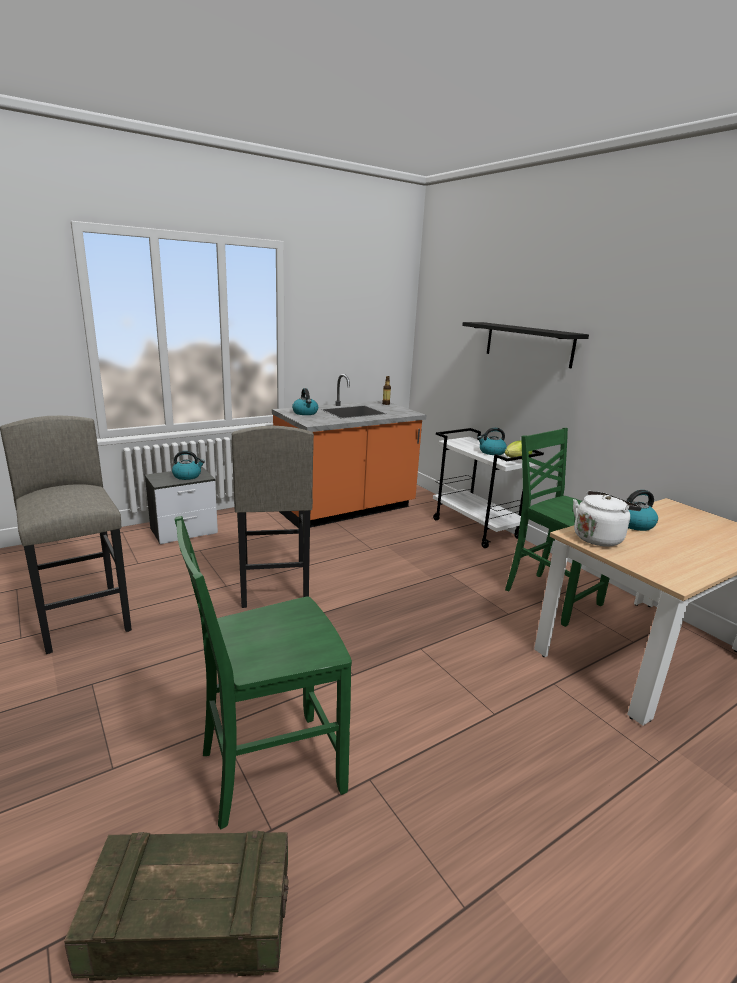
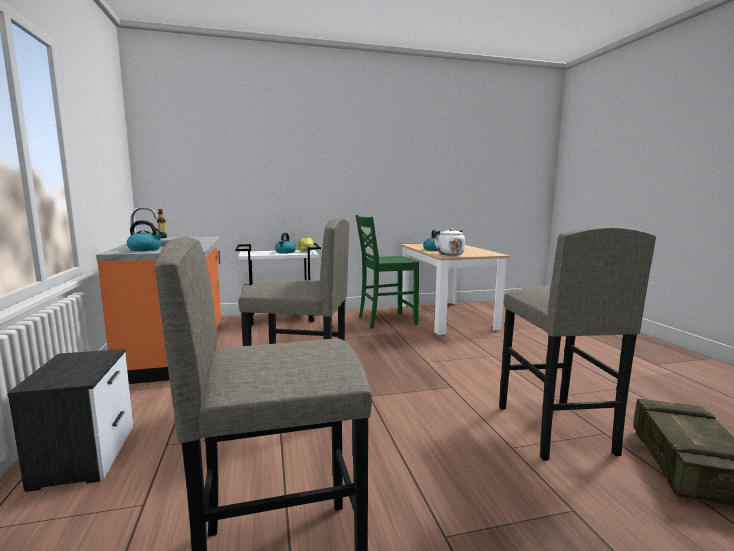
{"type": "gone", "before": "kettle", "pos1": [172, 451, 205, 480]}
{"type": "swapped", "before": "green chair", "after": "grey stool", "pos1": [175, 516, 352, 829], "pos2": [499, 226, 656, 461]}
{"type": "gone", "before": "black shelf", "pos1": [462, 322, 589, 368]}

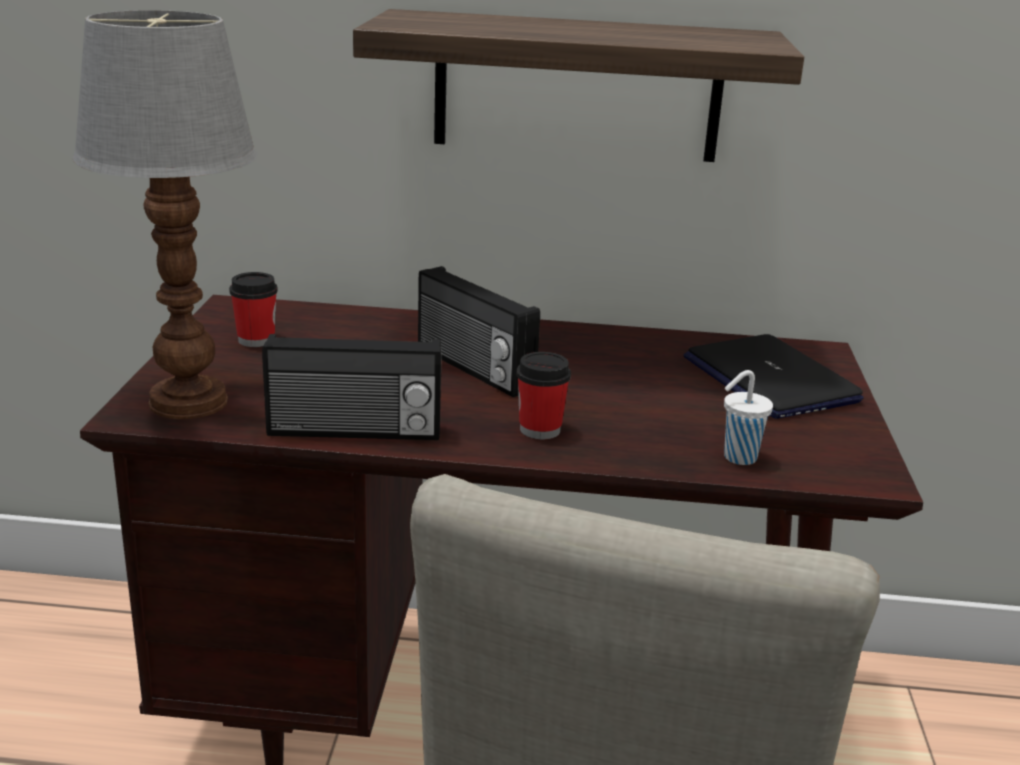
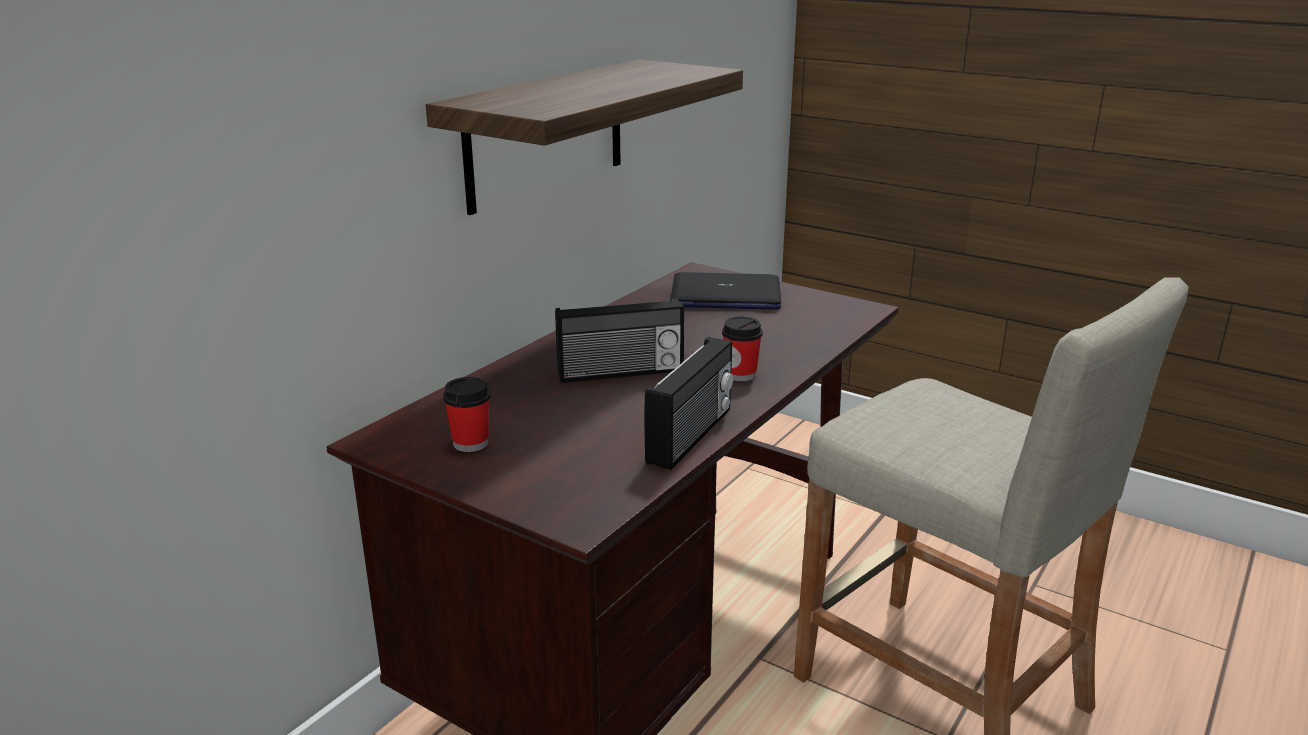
{"type": "gone", "before": "table lamp", "pos1": [73, 10, 257, 419]}
{"type": "gone", "before": "white cup", "pos1": [724, 370, 773, 465]}

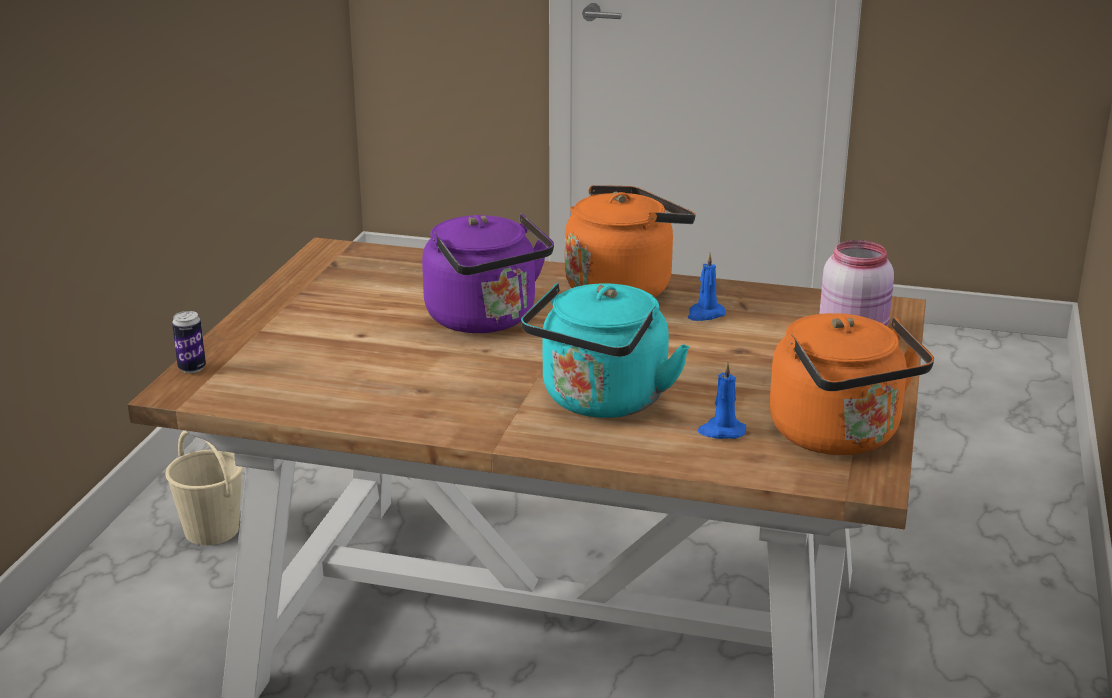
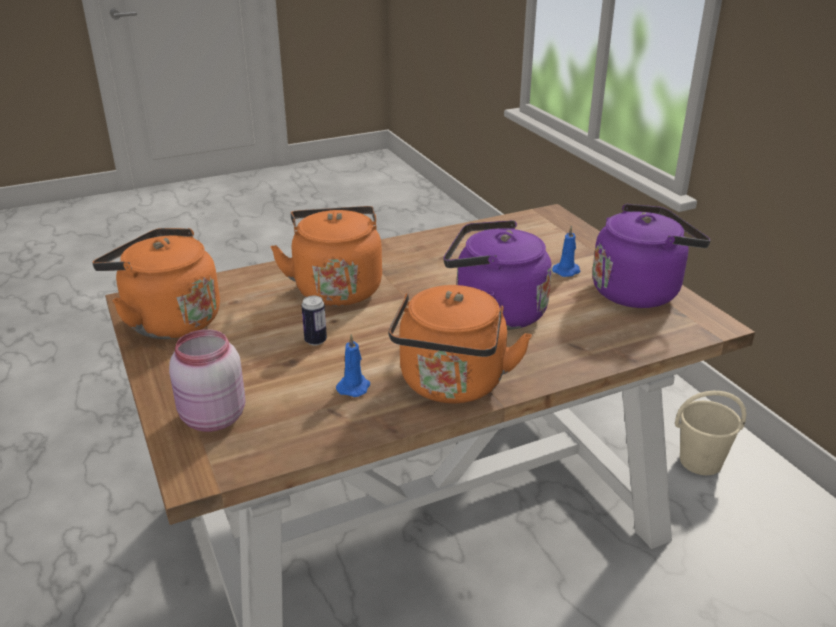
{"type": "shifted", "before": "can", "pos1": [172, 311, 206, 373], "pos2": [302, 296, 327, 345]}
{"type": "repainted", "before": "turquoise kettle", "after": "orange kettle", "pos1": [521, 283, 690, 418], "pos2": [270, 206, 382, 306]}
{"type": "shifted", "before": "blue candle", "pos1": [697, 361, 746, 439], "pos2": [552, 225, 581, 277]}
{"type": "new", "after": "purple kettle", "pos2": [592, 204, 711, 308]}

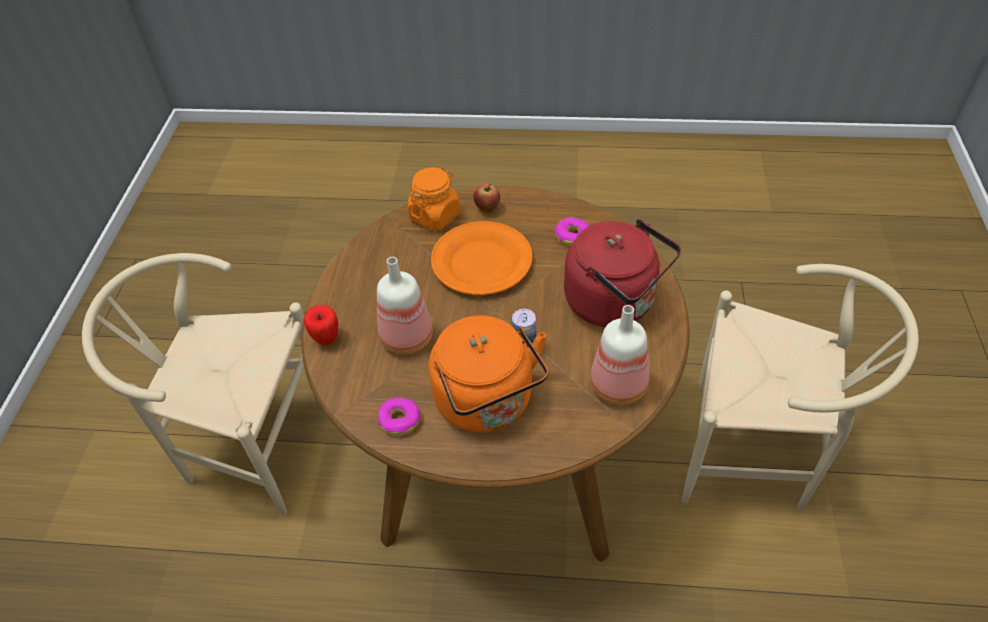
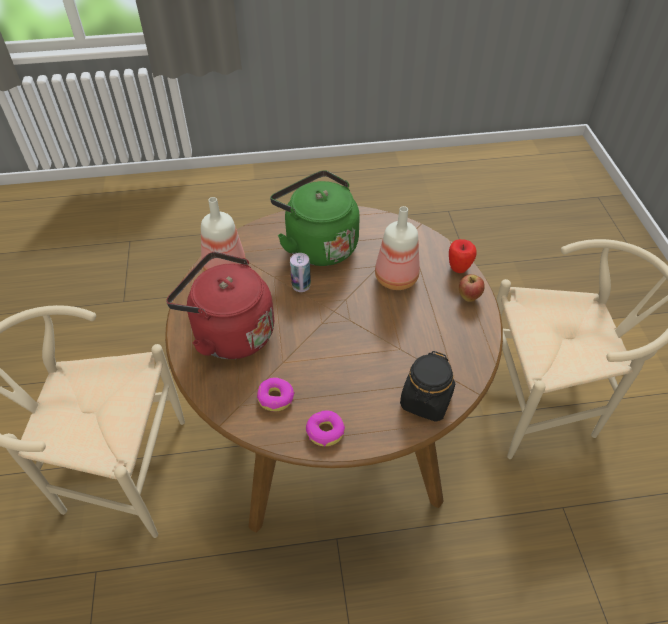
{"type": "shifted", "before": "donut", "pos1": [378, 397, 420, 436], "pos2": [306, 410, 345, 447]}
{"type": "repainted", "before": "orange jar", "after": "black jar", "pos1": [408, 167, 460, 231], "pos2": [400, 351, 455, 422]}
{"type": "repainted", "before": "orange kettle", "after": "green kettle", "pos1": [428, 315, 549, 433], "pos2": [270, 170, 360, 266]}
{"type": "gone", "before": "orange plate", "pos1": [431, 221, 532, 295]}
{"type": "shifted", "before": "apple", "pos1": [473, 184, 500, 213], "pos2": [459, 274, 485, 302]}

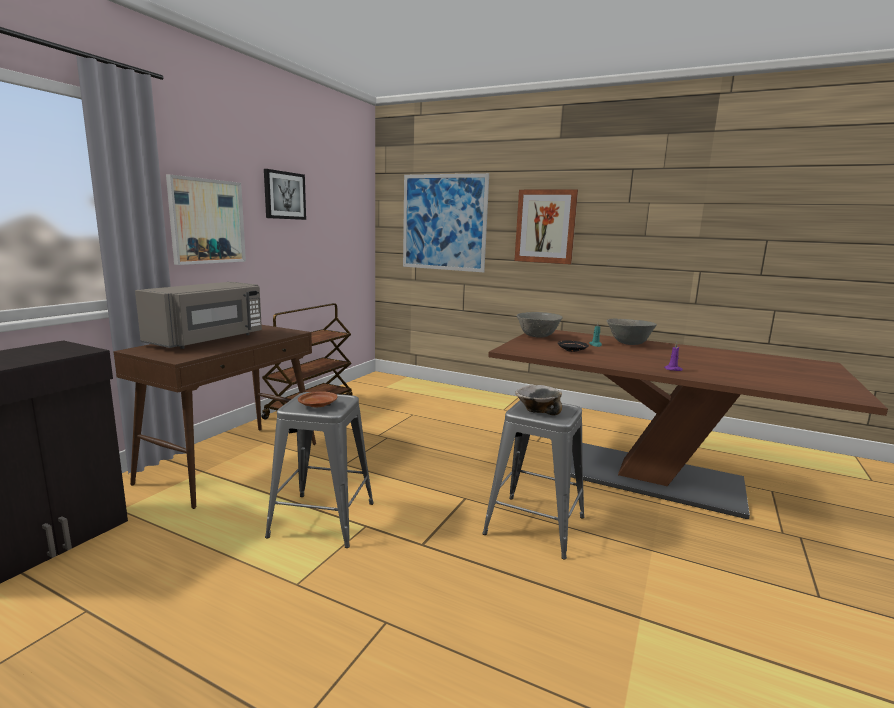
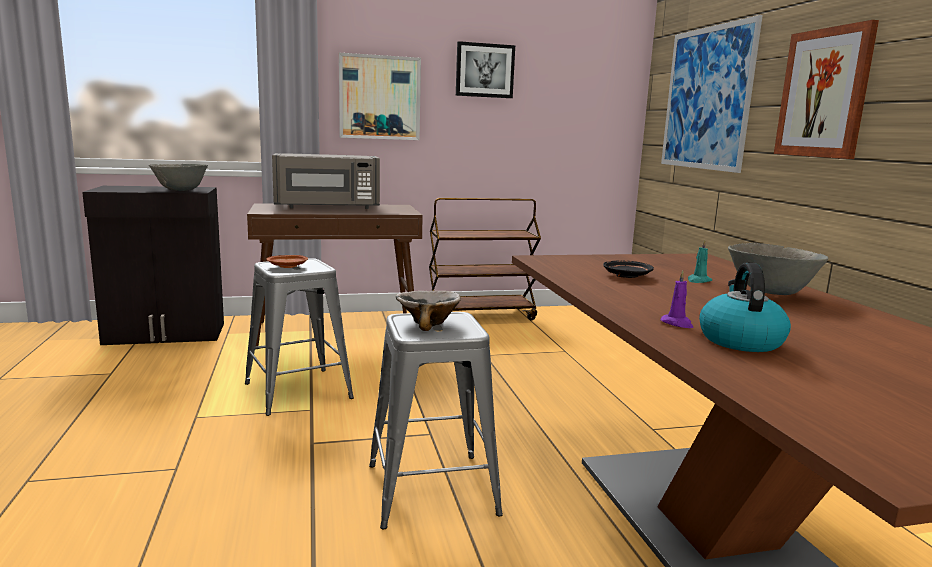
{"type": "shifted", "before": "grey bowl", "pos1": [516, 312, 562, 338], "pos2": [149, 164, 208, 191]}
{"type": "new", "after": "kettle", "pos2": [699, 262, 791, 352]}

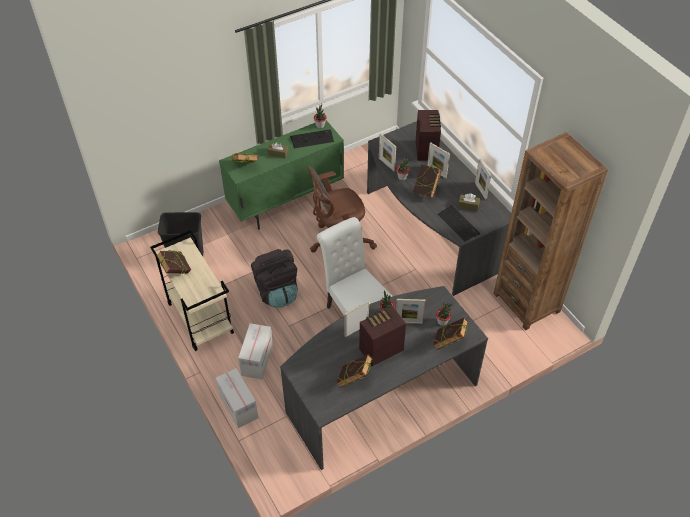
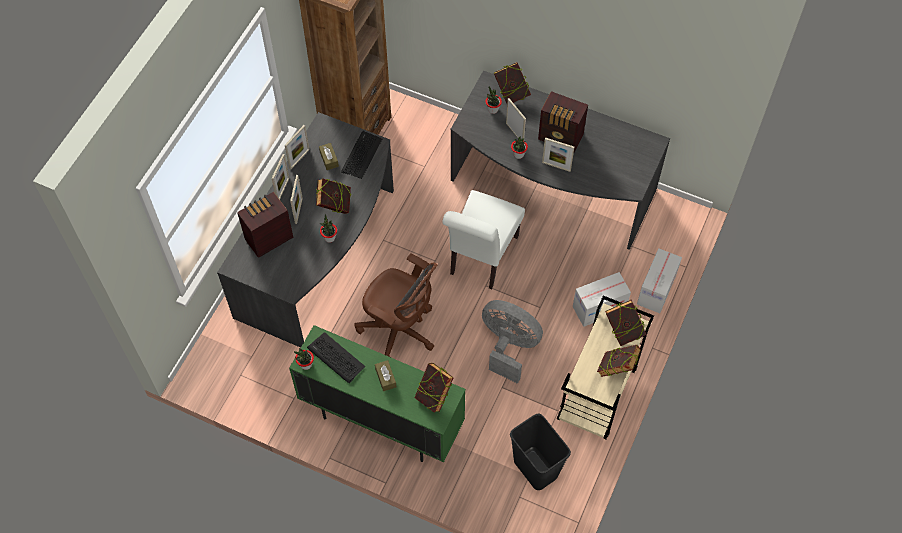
{"type": "swapped", "before": "black backpack", "after": "grey fan", "pos1": [251, 249, 298, 307], "pos2": [482, 300, 543, 384]}
{"type": "shifted", "before": "book", "pos1": [336, 354, 372, 388], "pos2": [605, 300, 647, 346]}
{"type": "shifted", "before": "picture frame", "pos1": [379, 134, 396, 171], "pos2": [271, 154, 289, 200]}

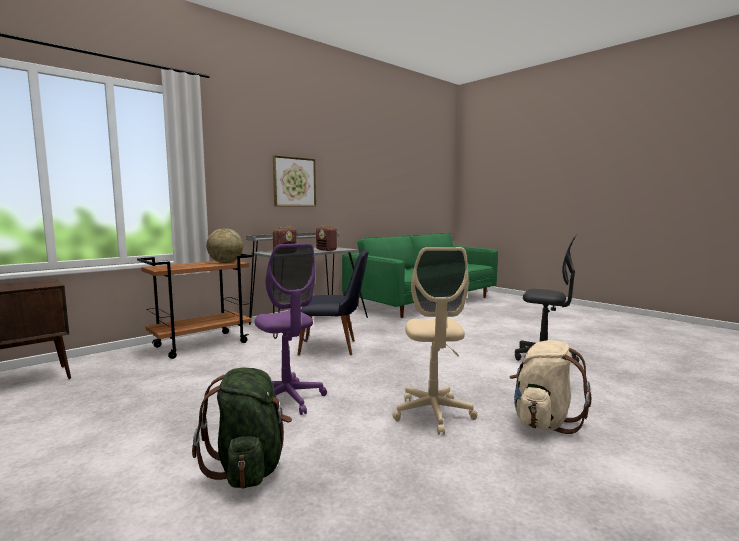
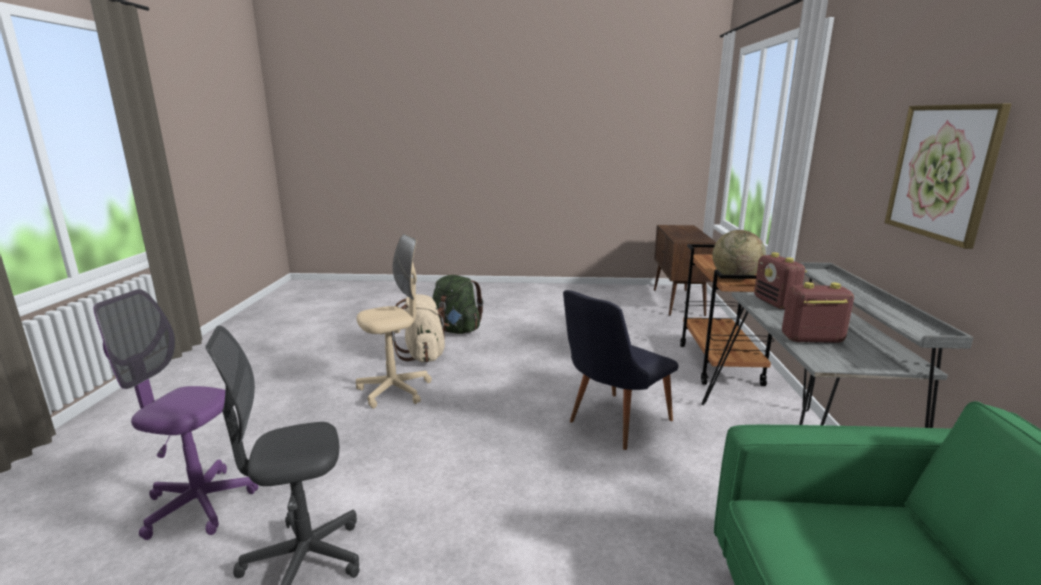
{"type": "shifted", "before": "purple office chair", "pos1": [255, 243, 327, 415], "pos2": [93, 289, 258, 540]}
{"type": "rotated", "before": "beige office chair", "pos1": [393, 247, 477, 435], "pos2": [356, 234, 432, 409], "turn": 105}
{"type": "shifted", "before": "beige backpack", "pos1": [510, 340, 591, 434], "pos2": [391, 294, 450, 362]}

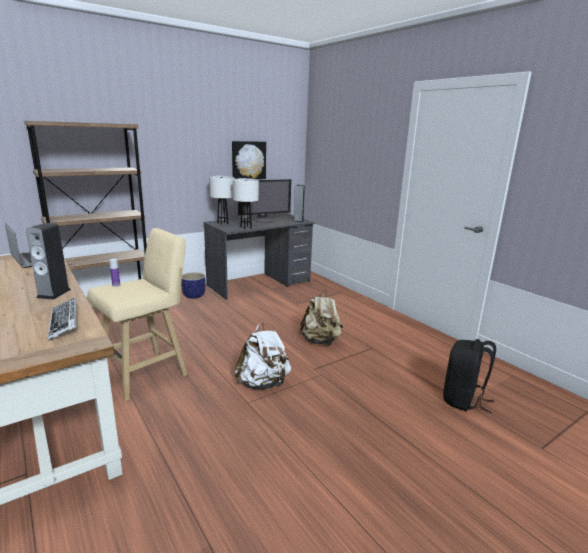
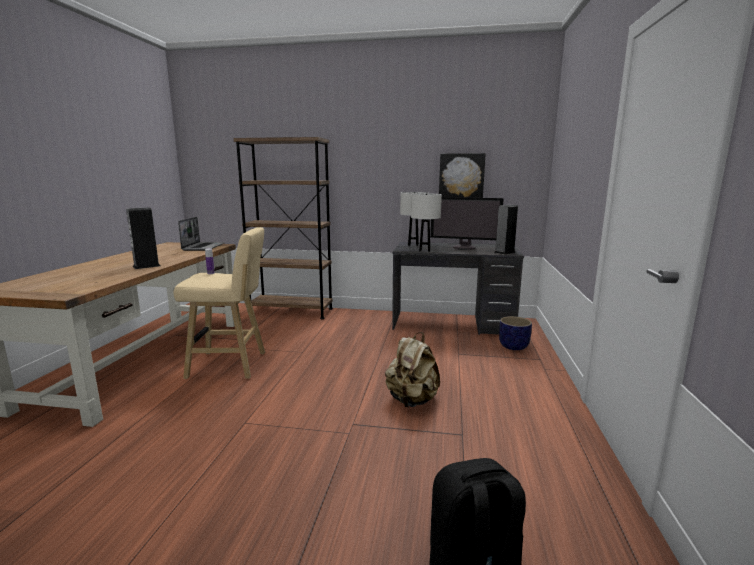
{"type": "gone", "before": "keyboard", "pos1": [48, 298, 78, 341]}
{"type": "shifted", "before": "planter", "pos1": [181, 272, 206, 299], "pos2": [499, 316, 532, 350]}
{"type": "gone", "before": "white backpack", "pos1": [234, 323, 291, 389]}

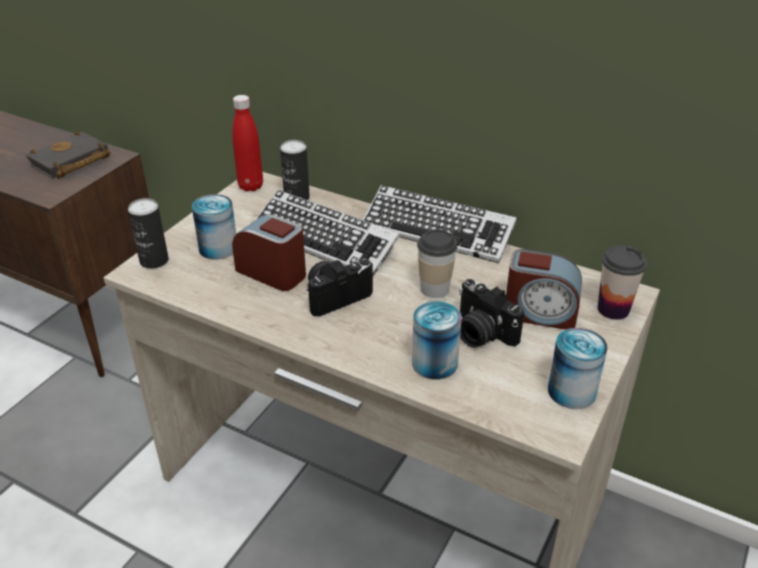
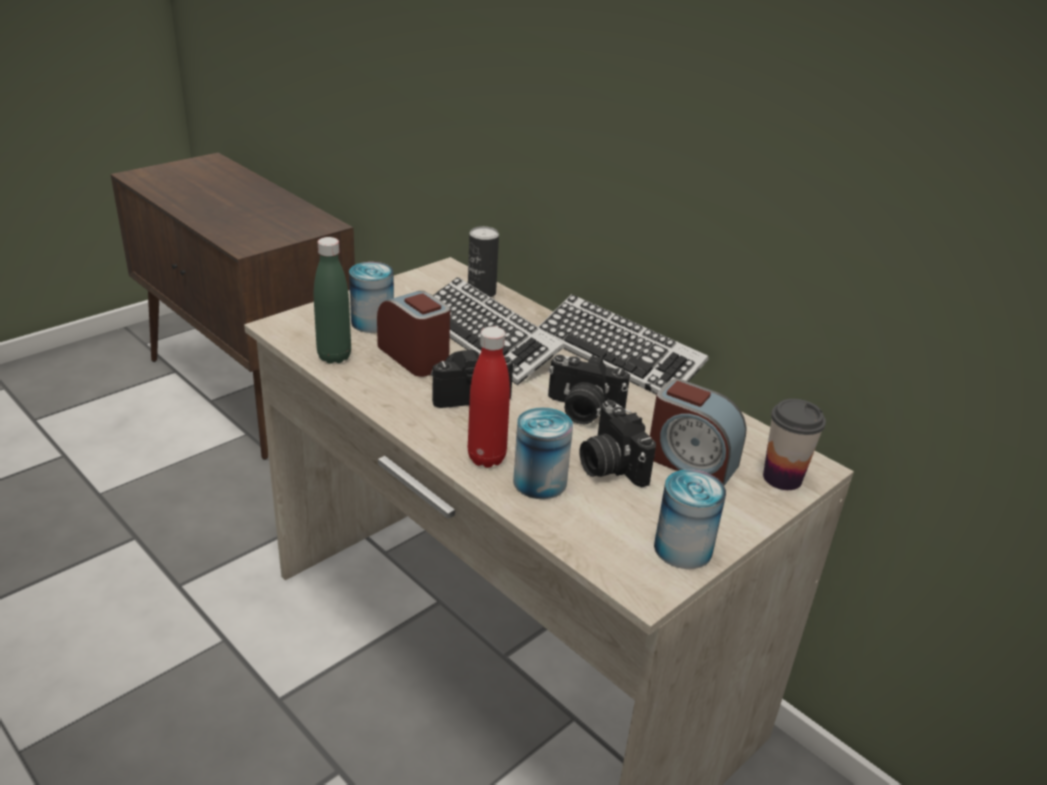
{"type": "gone", "before": "black book", "pos1": [26, 131, 111, 179]}
{"type": "gone", "before": "can", "pos1": [128, 198, 169, 269]}
{"type": "shifted", "before": "red bottle", "pos1": [232, 95, 263, 191], "pos2": [468, 327, 510, 468]}
{"type": "swapped", "before": "cup", "after": "photo camera", "pos1": [417, 229, 457, 298], "pos2": [548, 355, 630, 424]}
{"type": "new", "after": "green bottle", "pos2": [314, 237, 351, 364]}

